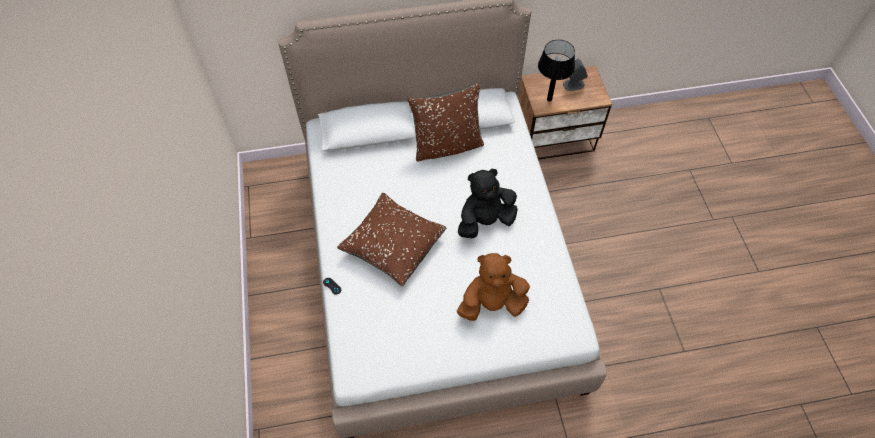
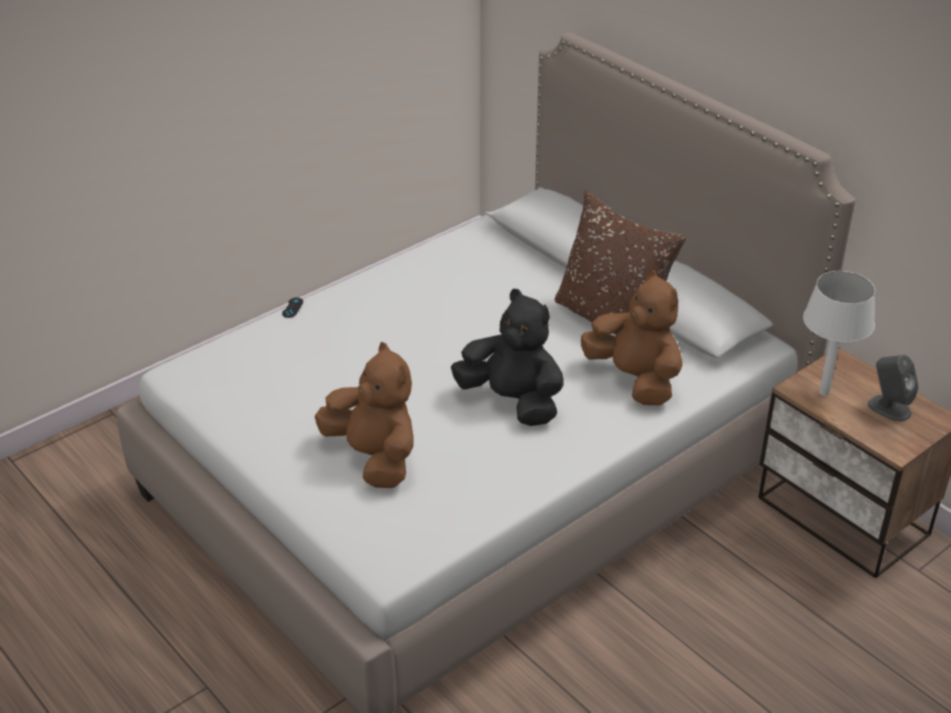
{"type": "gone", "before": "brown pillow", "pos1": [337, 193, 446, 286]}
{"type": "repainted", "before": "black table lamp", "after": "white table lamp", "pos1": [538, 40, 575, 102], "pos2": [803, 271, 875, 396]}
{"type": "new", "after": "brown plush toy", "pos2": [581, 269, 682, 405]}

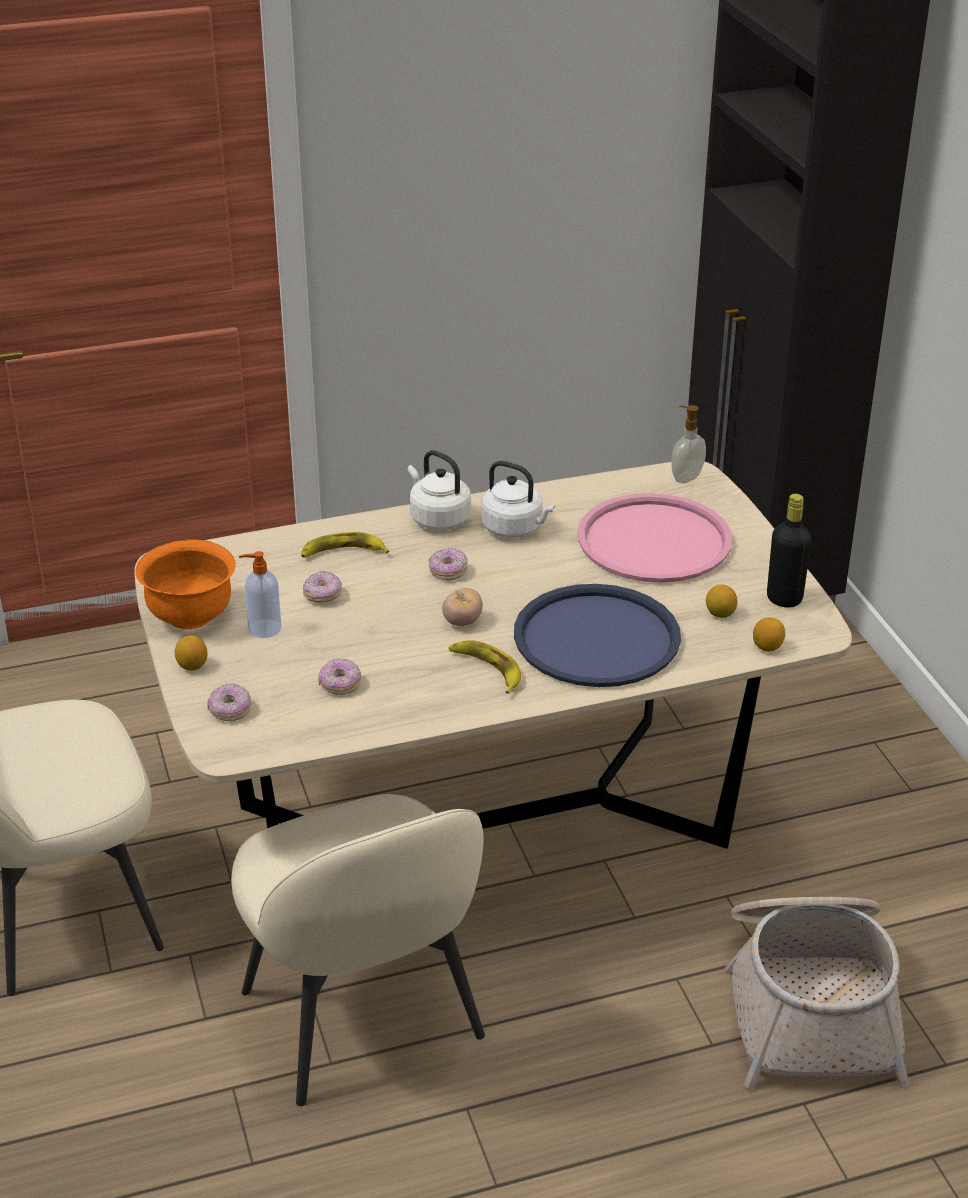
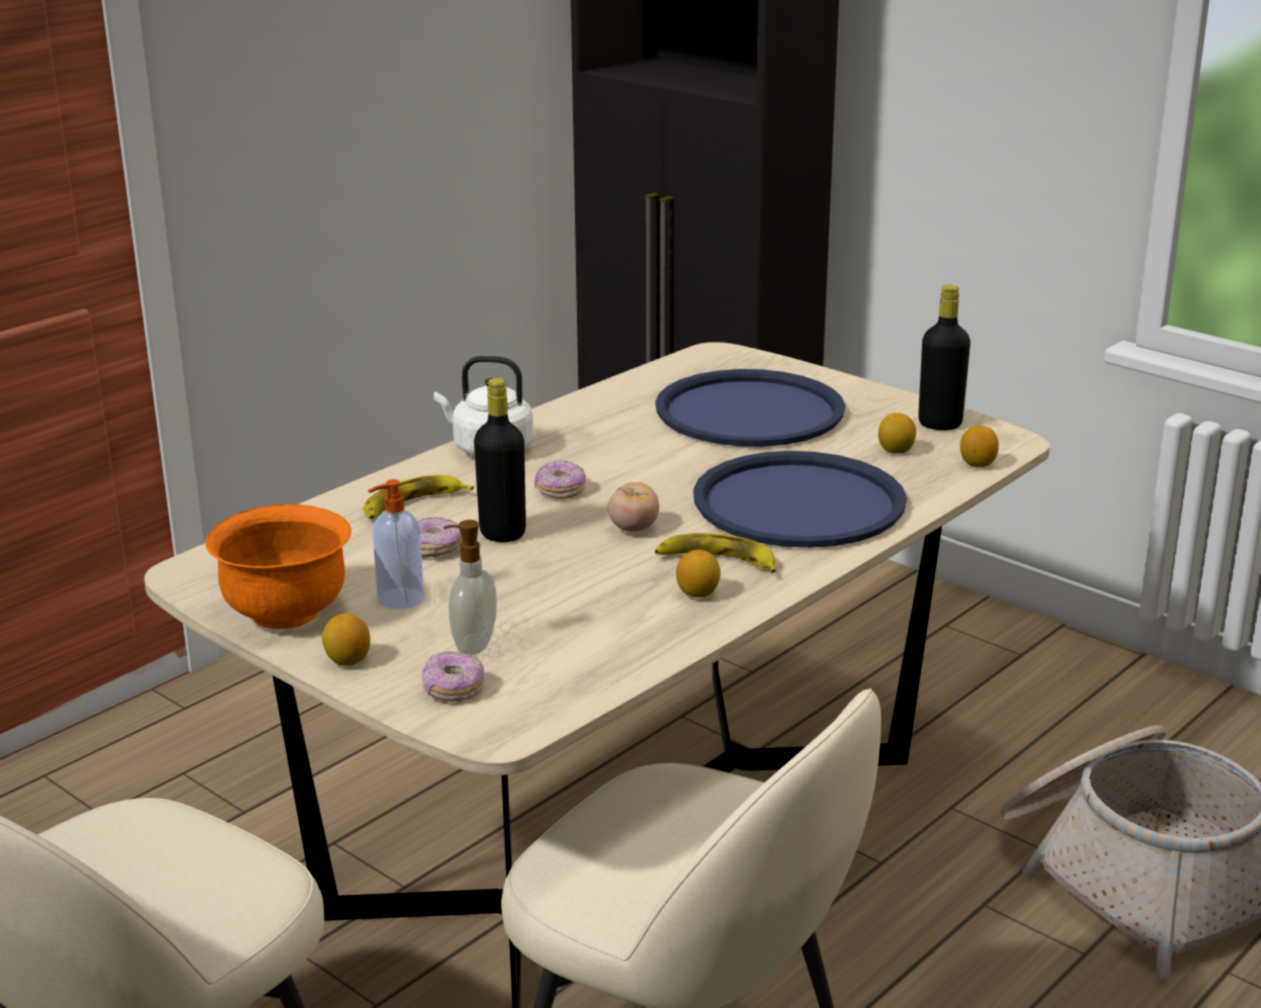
{"type": "gone", "before": "donut", "pos1": [318, 658, 361, 695]}
{"type": "gone", "before": "white kettle", "pos1": [481, 461, 555, 538]}
{"type": "repainted", "before": "pink tray", "after": "blue tray", "pos1": [577, 493, 733, 583], "pos2": [655, 369, 845, 447]}
{"type": "shifted", "before": "soap dispenser", "pos1": [671, 405, 706, 483], "pos2": [443, 520, 497, 655]}
{"type": "new", "after": "black bottle", "pos2": [474, 378, 526, 542]}
{"type": "new", "after": "lemon", "pos2": [676, 550, 721, 598]}

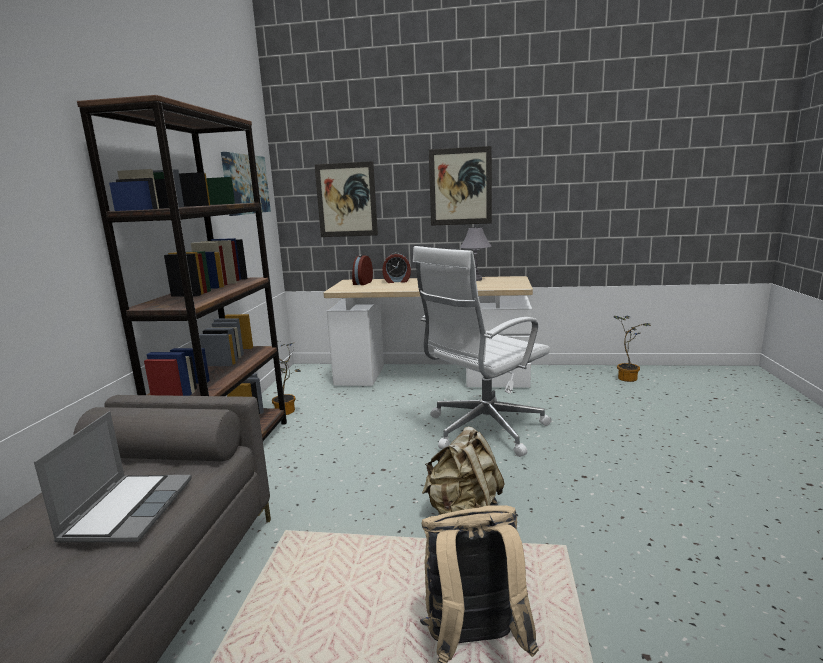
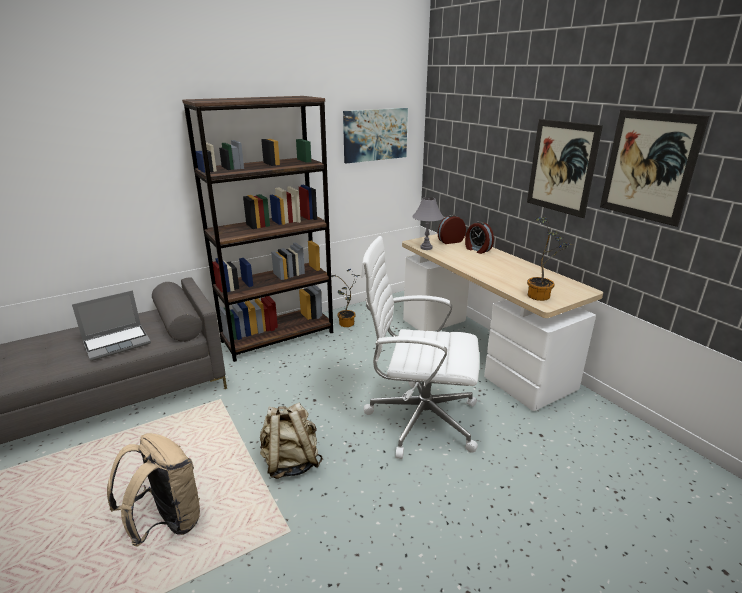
{"type": "shifted", "before": "picture", "pos1": [314, 161, 378, 237], "pos2": [600, 109, 709, 227]}
{"type": "shifted", "before": "grey table lamp", "pos1": [460, 227, 491, 281], "pos2": [412, 197, 444, 250]}
{"type": "shifted", "before": "potted plant", "pos1": [614, 316, 651, 382], "pos2": [527, 217, 573, 301]}

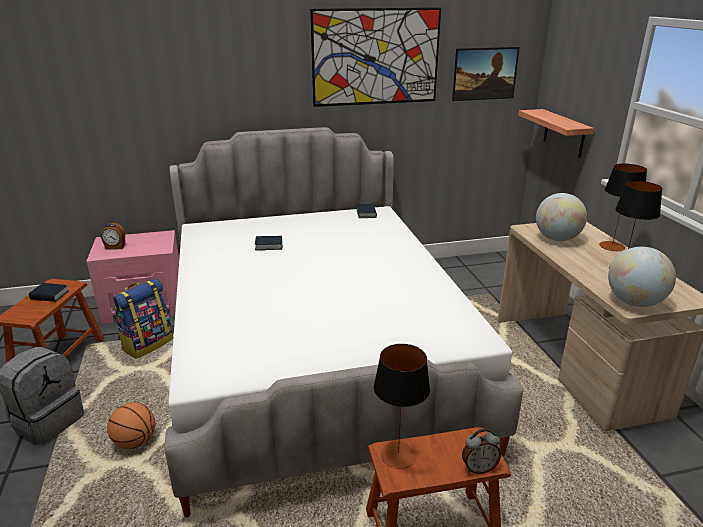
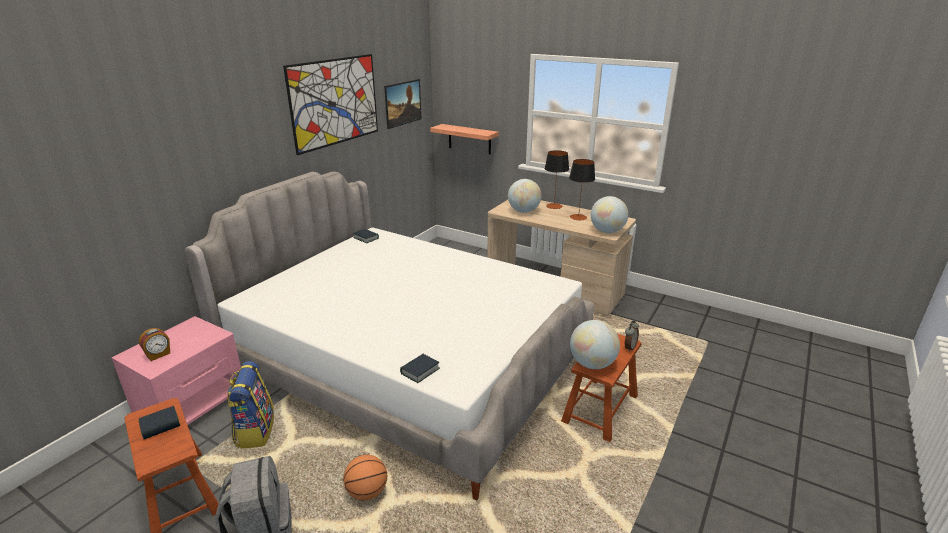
{"type": "shifted", "before": "book", "pos1": [255, 236, 282, 250], "pos2": [400, 354, 440, 383]}
{"type": "swapped", "before": "table lamp", "after": "globe", "pos1": [374, 344, 430, 469], "pos2": [570, 320, 620, 369]}

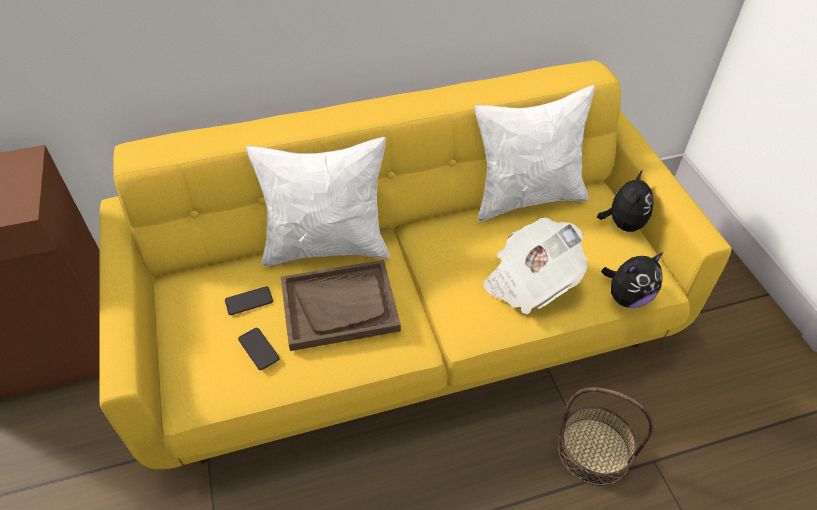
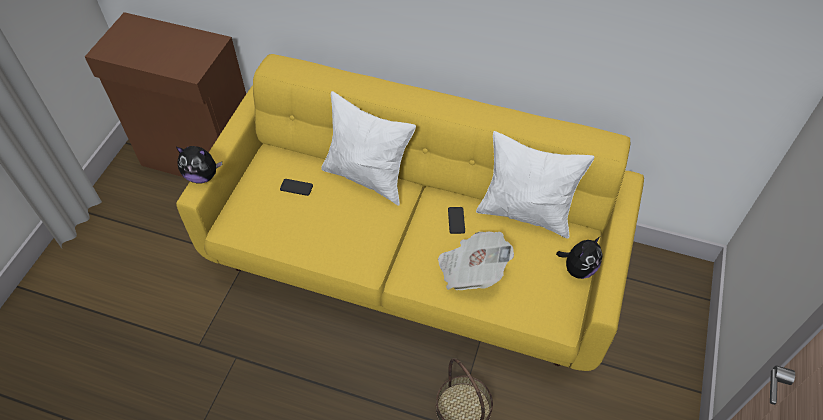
{"type": "shifted", "before": "phone", "pos1": [238, 328, 280, 370], "pos2": [448, 207, 465, 234]}
{"type": "gone", "before": "brown tray", "pos1": [281, 260, 401, 351]}
{"type": "shifted", "before": "plush toy", "pos1": [601, 252, 663, 308], "pos2": [176, 146, 222, 183]}

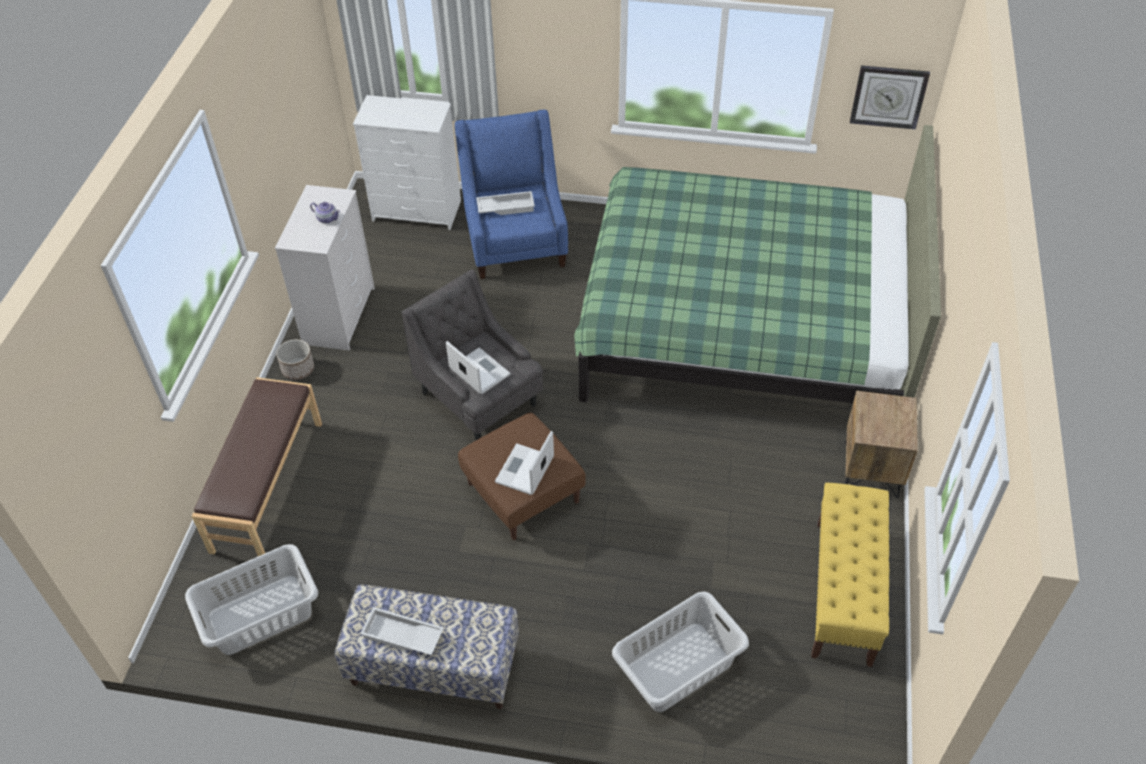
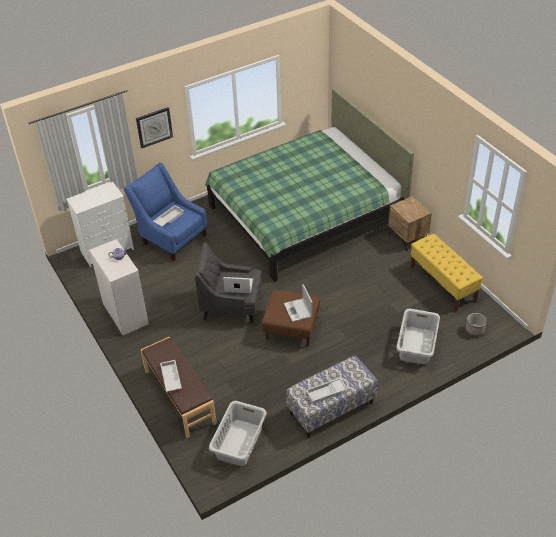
{"type": "shifted", "before": "planter", "pos1": [276, 339, 314, 380], "pos2": [466, 313, 487, 336]}
{"type": "shifted", "before": "wall clock", "pos1": [850, 65, 930, 130], "pos2": [136, 107, 173, 148]}
{"type": "new", "after": "white tray", "pos2": [160, 360, 182, 392]}

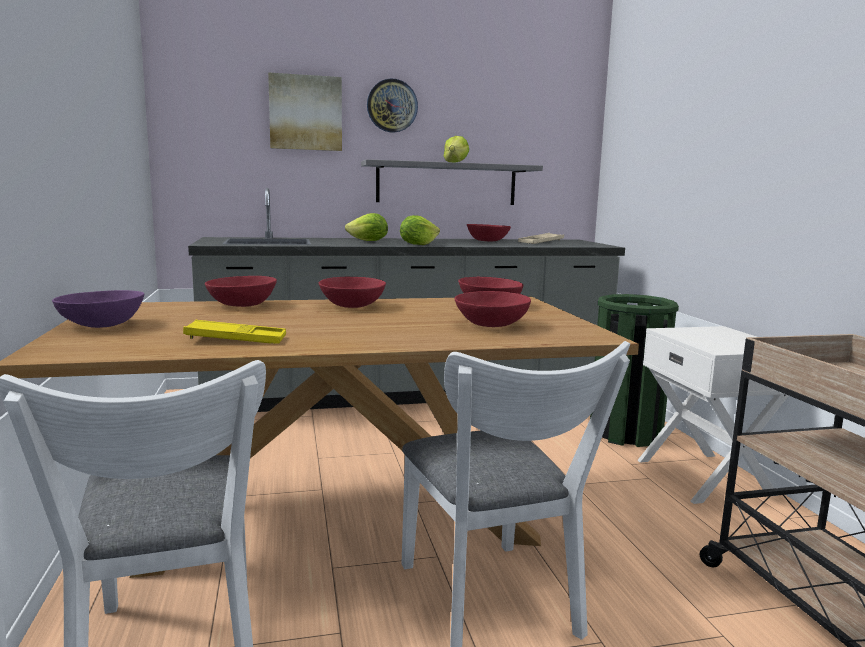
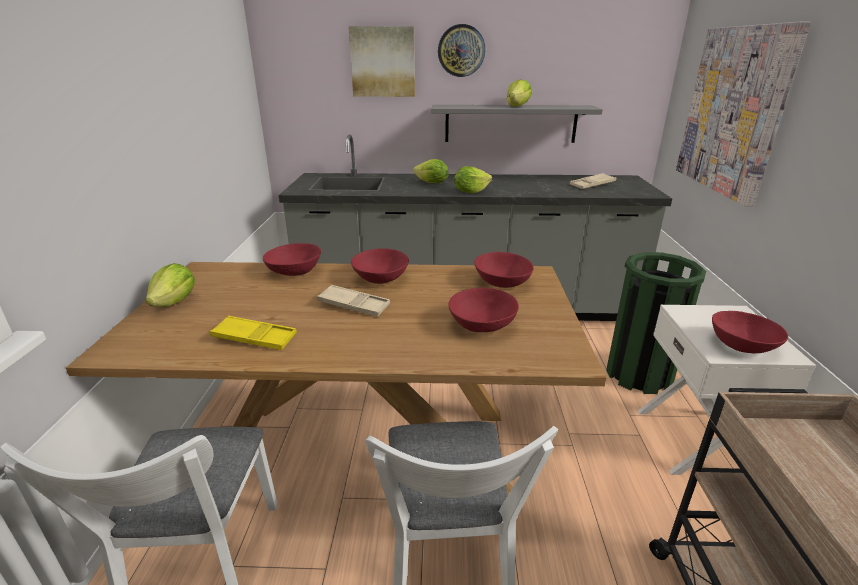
{"type": "swapped", "before": "purple bowl", "after": "lettuce", "pos1": [52, 290, 144, 328], "pos2": [146, 263, 195, 307]}
{"type": "shifted", "before": "red bowl", "pos1": [467, 224, 511, 242], "pos2": [712, 311, 788, 353]}
{"type": "new", "after": "beige tray", "pos2": [317, 285, 390, 317]}
{"type": "new", "after": "picture", "pos2": [676, 22, 811, 206]}

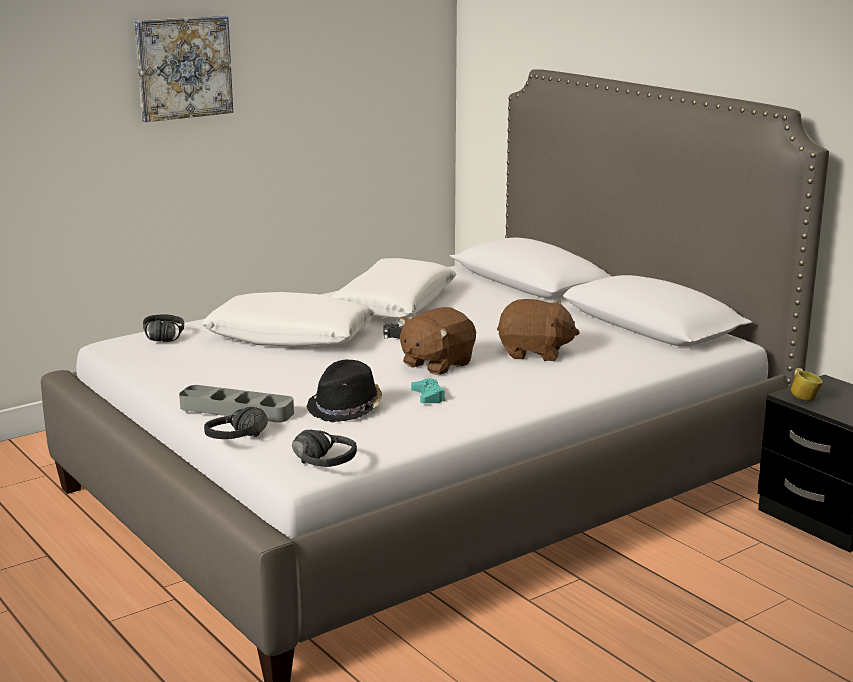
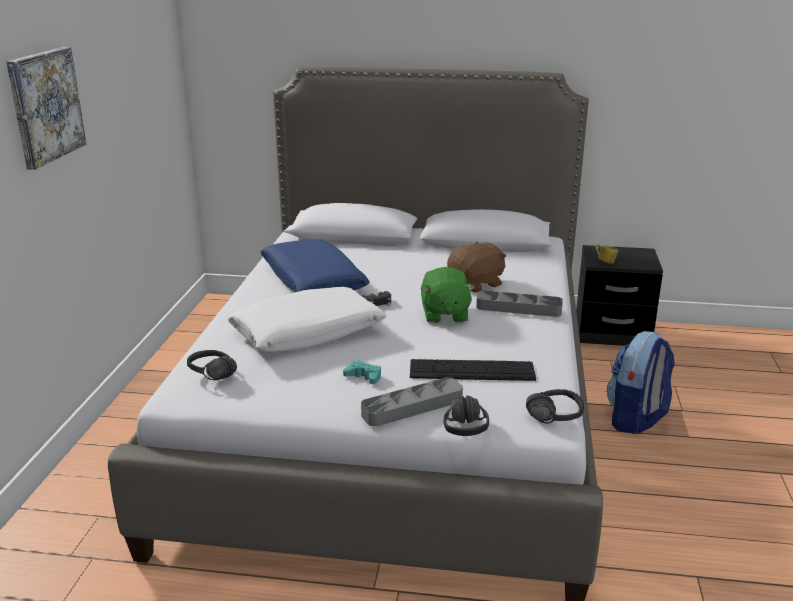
{"type": "swapped", "before": "black hat", "after": "keyboard", "pos1": [307, 360, 382, 422], "pos2": [410, 359, 536, 381]}
{"type": "repainted", "before": "white pillow", "after": "blue pillow", "pos1": [331, 258, 457, 318], "pos2": [260, 239, 370, 292]}
{"type": "repainted", "before": "brown plush toy", "after": "green plush toy", "pos1": [399, 307, 476, 375], "pos2": [421, 267, 475, 323]}
{"type": "shifted", "before": "turquoise game controller", "pos1": [411, 378, 446, 403], "pos2": [343, 360, 381, 384]}
{"type": "new", "after": "grey tray", "pos2": [476, 290, 563, 317]}
{"type": "new", "after": "backpack", "pos2": [607, 331, 675, 434]}

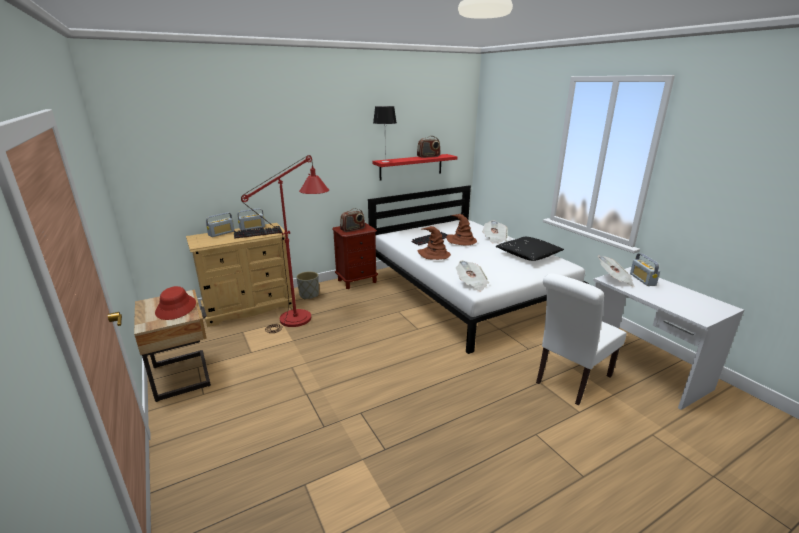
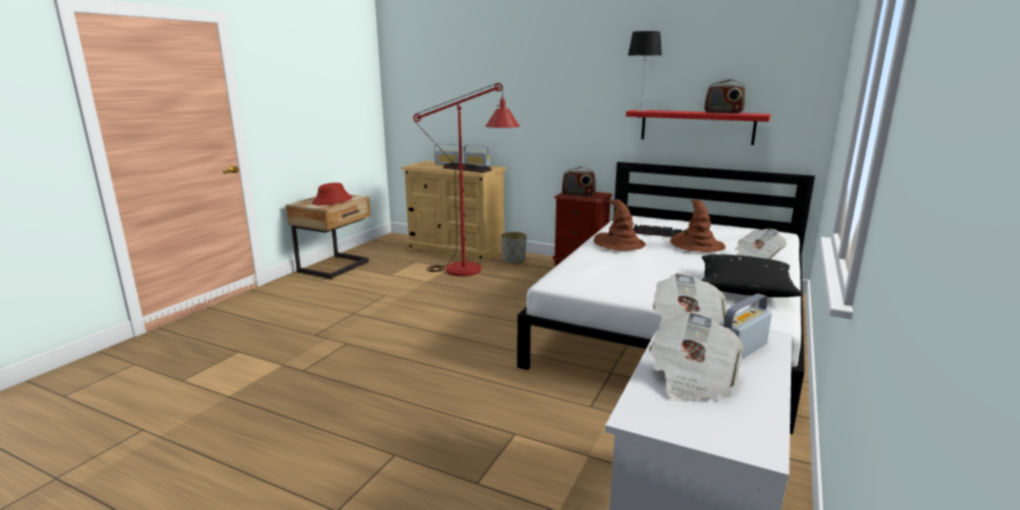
{"type": "shifted", "before": "newspaper", "pos1": [456, 260, 490, 291], "pos2": [649, 312, 744, 402]}
{"type": "gone", "before": "white chair", "pos1": [536, 273, 627, 405]}

